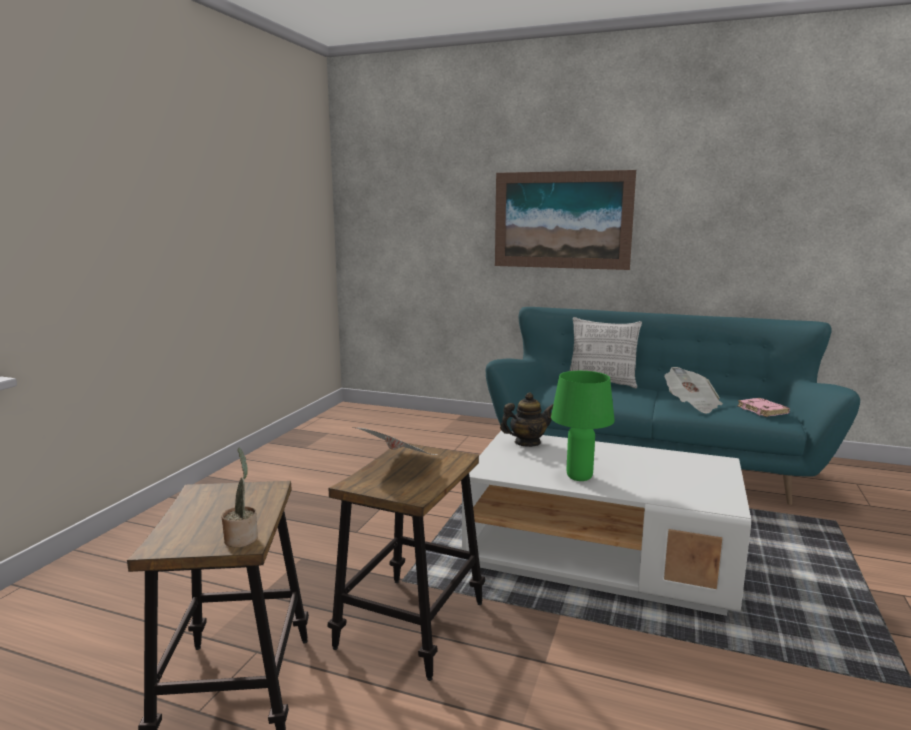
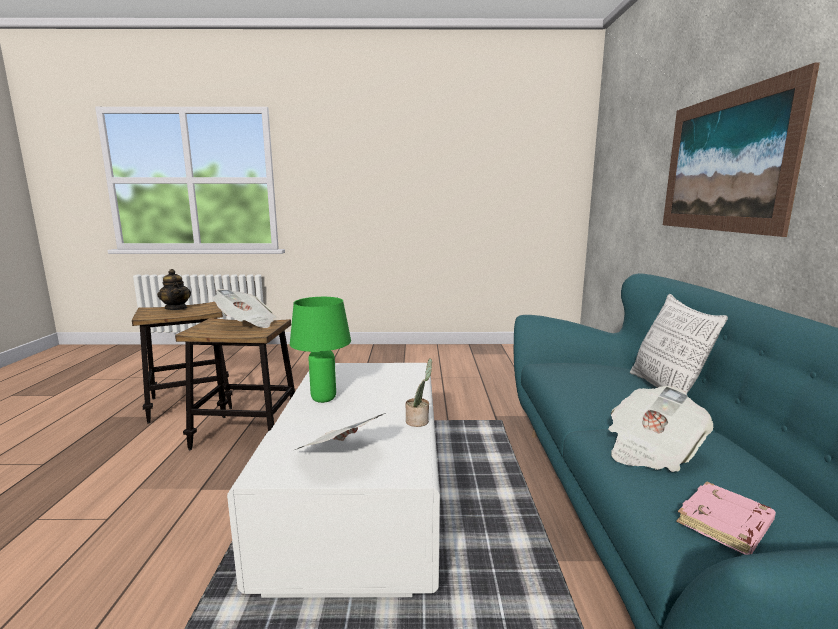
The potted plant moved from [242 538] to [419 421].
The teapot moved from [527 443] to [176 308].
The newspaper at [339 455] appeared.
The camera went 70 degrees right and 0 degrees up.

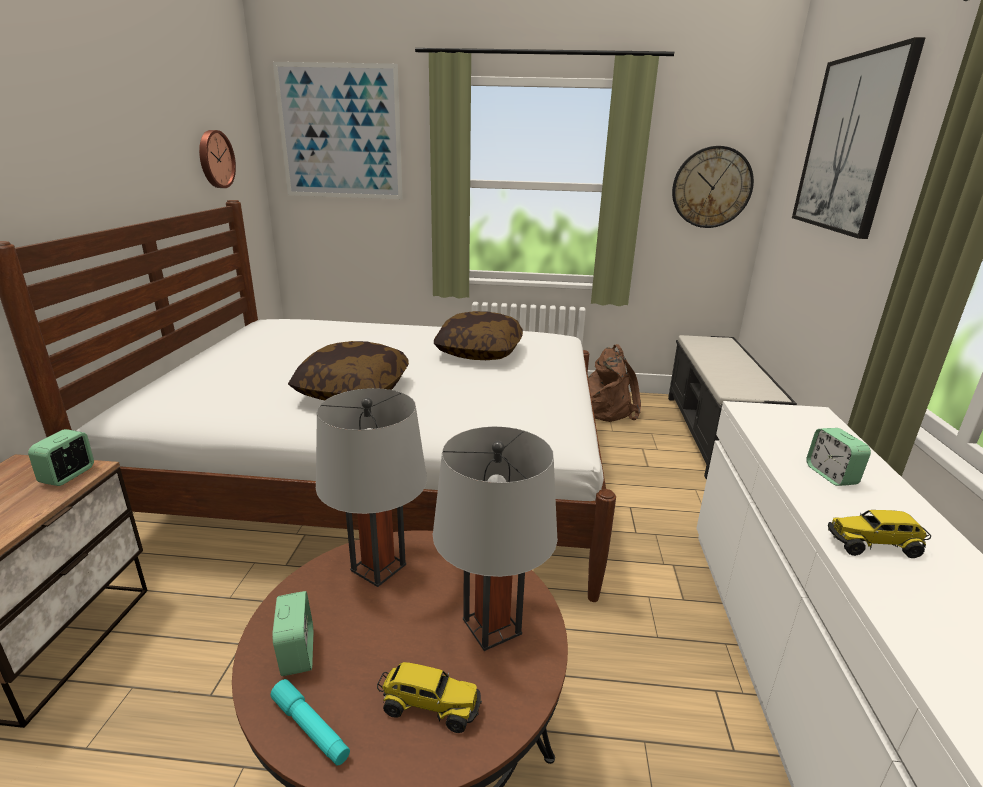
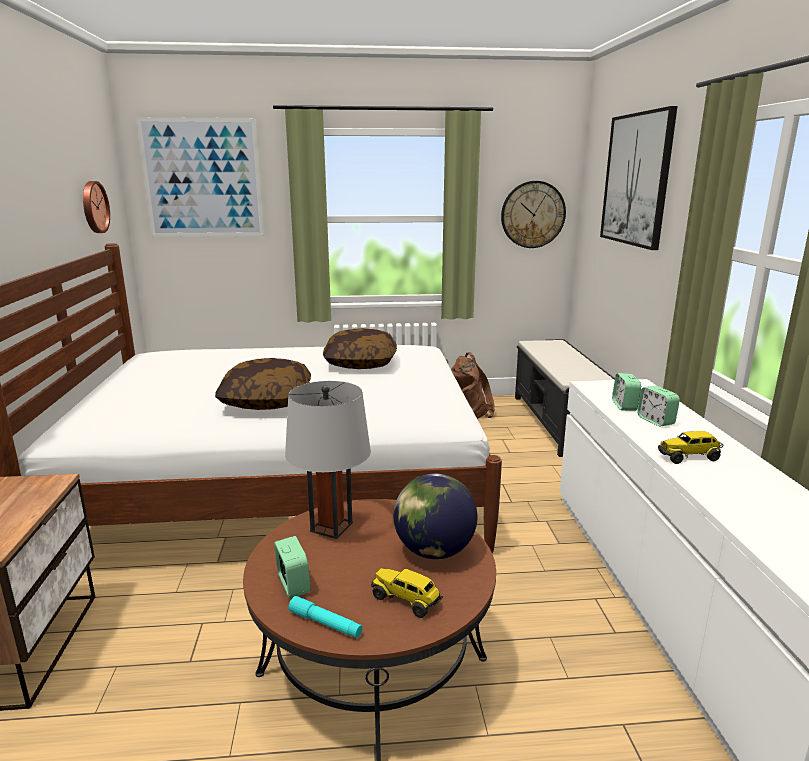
The alarm clock moved from [68 475] to [624 406].
The toy truck at [429 706] turned 150 degrees counterclockwise.
The grey table lamp at [491 626] was replaced by the globe at [434 551].
The camera went 10 degrees left and 5 degrees down.

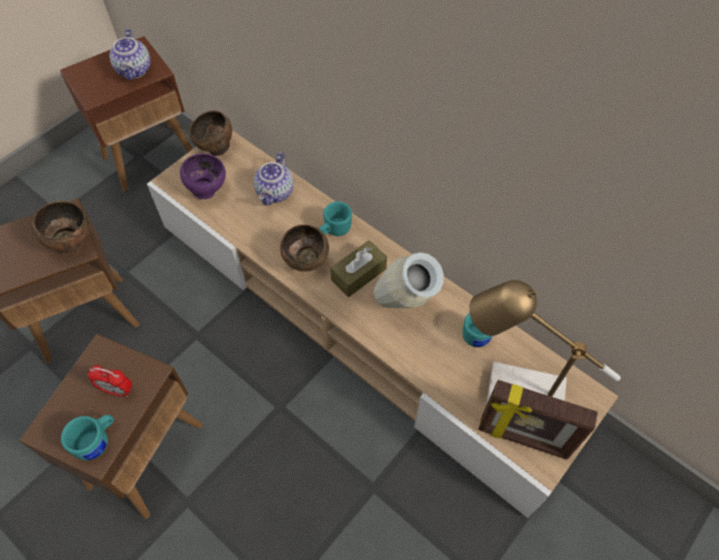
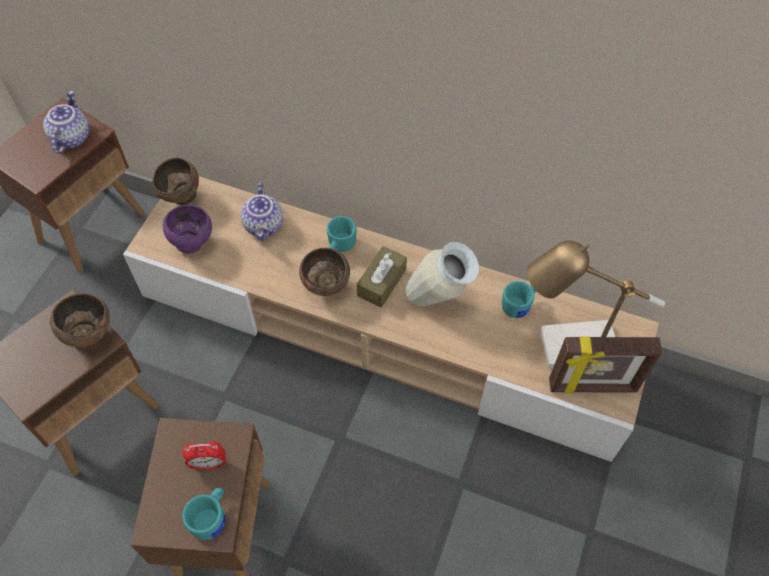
The teapot at [135 70] turned 150 degrees counterclockwise.
The camera went 20 degrees left and 0 degrees up.

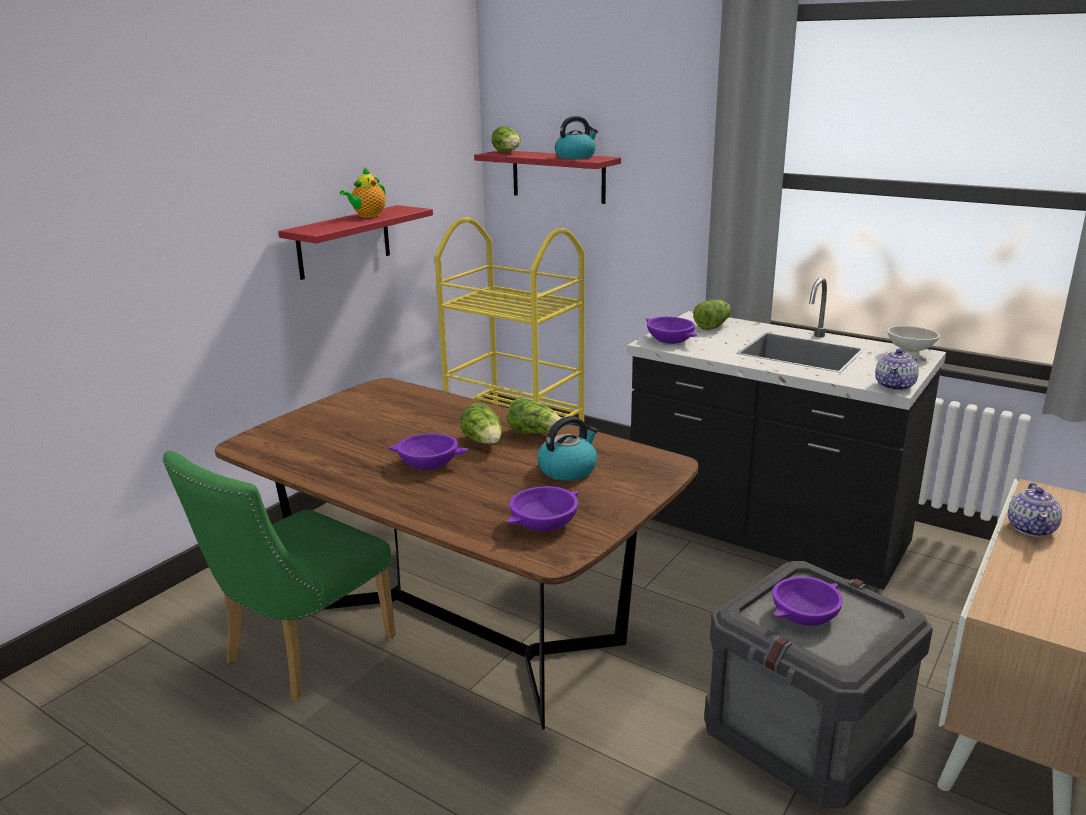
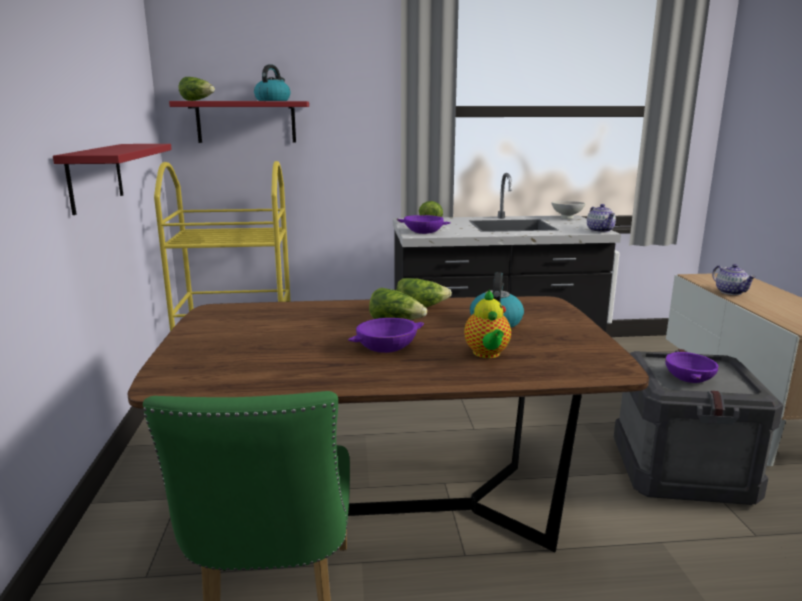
The teapot moved from [367 216] to [487 354].
The purple bowl at [543 522] disappeared.
The camera went 40 degrees left and 5 degrees down.

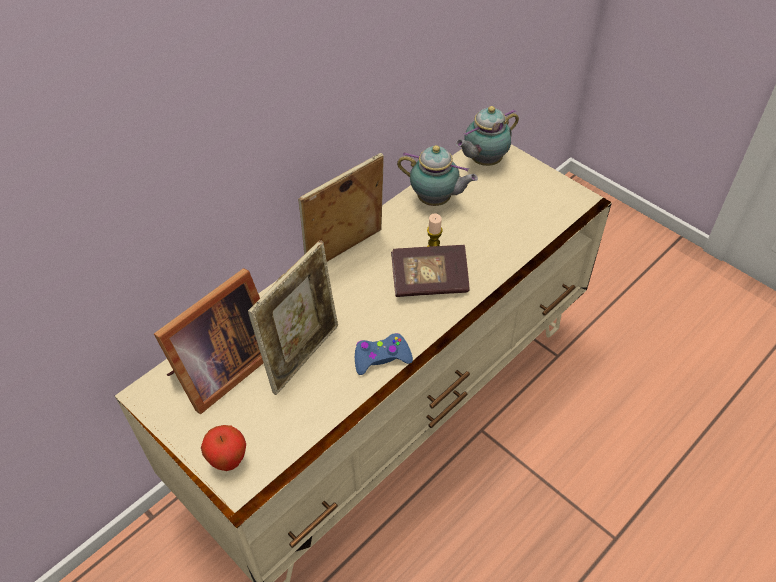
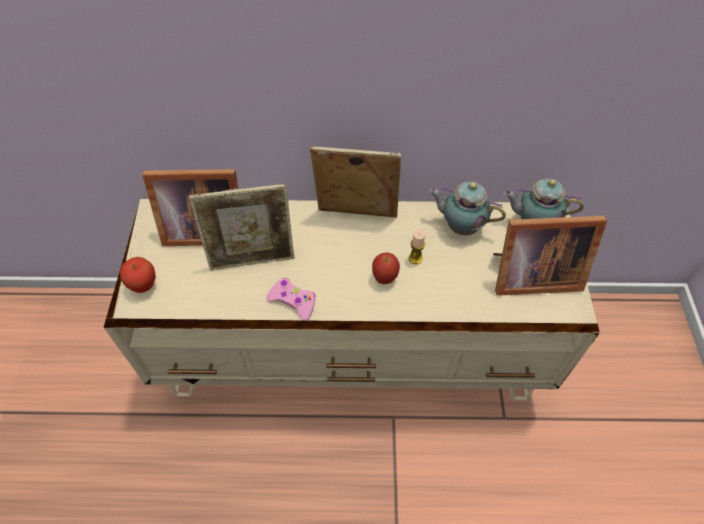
The blue game controller at [381 358] became the pink game controller at [293 301].
The book at [429 282] was replaced by the apple at [384 278].
The teapot at [436 201] turned 135 degrees clockwise.
The picture frame at [530 275] appeared.
The camera went 45 degrees right and 5 degrees up.

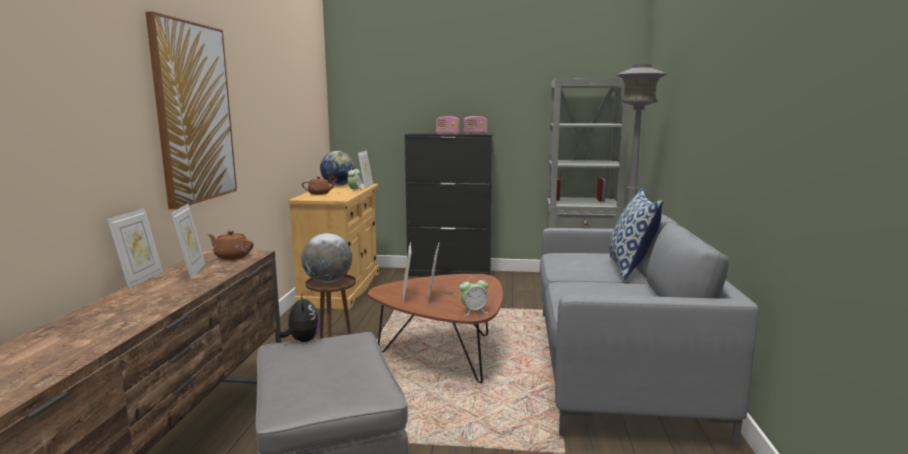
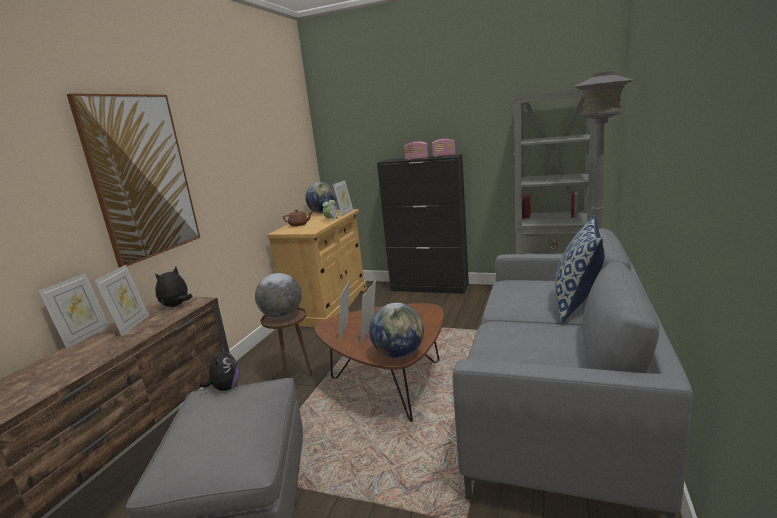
The brown teapot at [231 256] was replaced by the plush toy at [176 306].
The alarm clock at [474 311] was replaced by the globe at [399 354].
The camera went 15 degrees right and 5 degrees up.

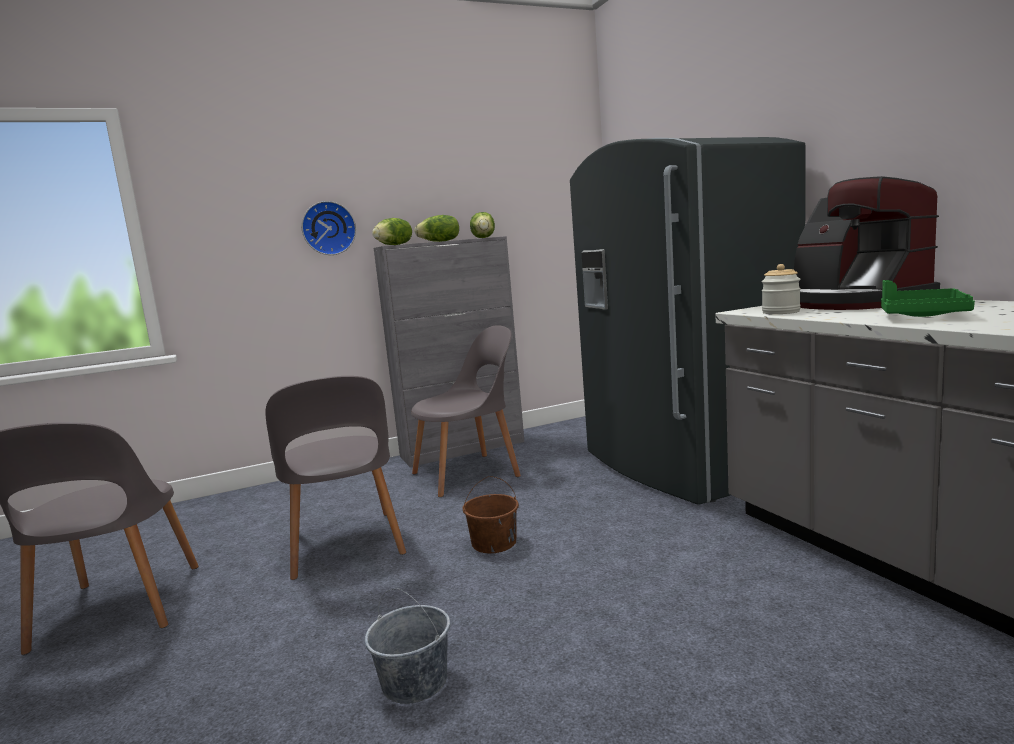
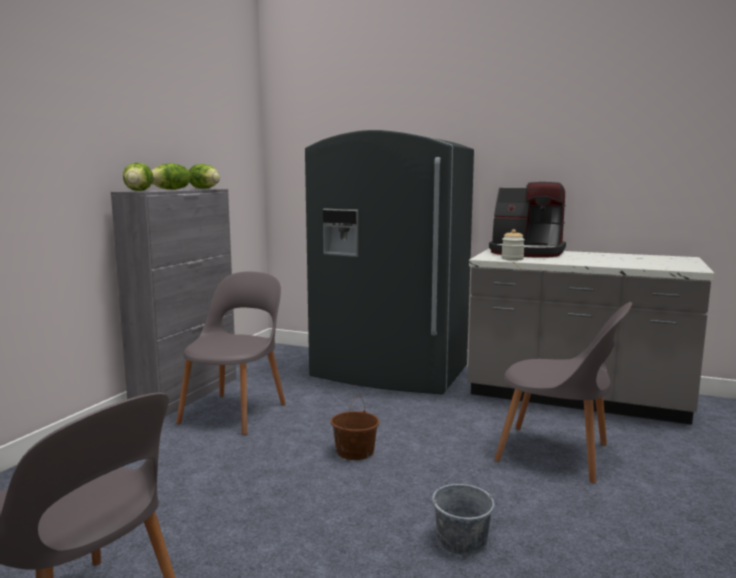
The grey chair moved from [345 546] to [558 454].
The wall clock at [328 228] disappeared.
The green tray at [921 315] disappeared.
The camera went 45 degrees left and 0 degrees up.

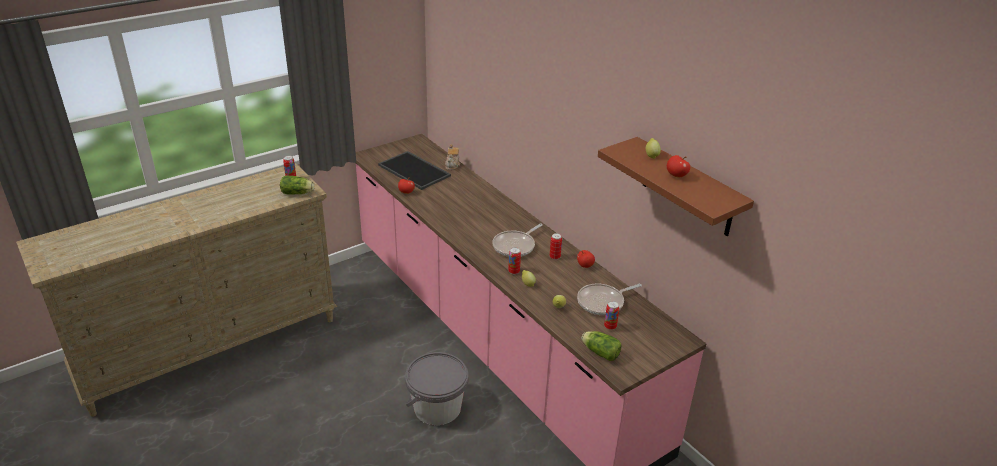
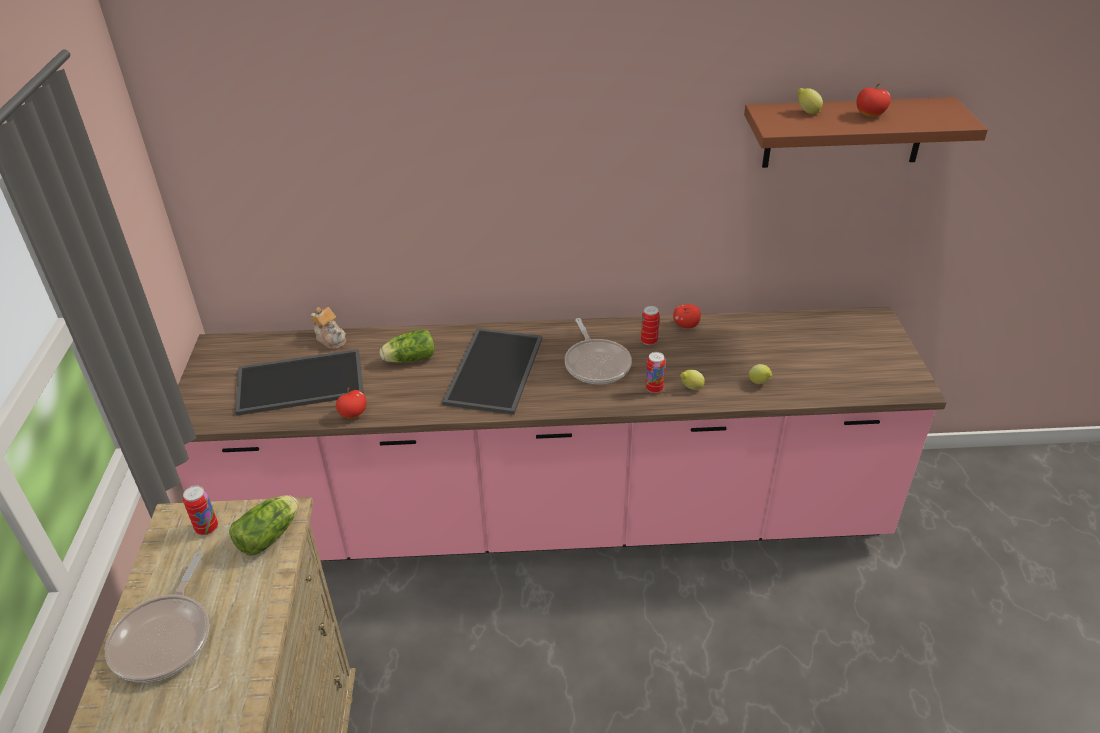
The grey bucket at [437 407] disappeared.
The frying pan moved from [603 302] to [165 637].
The lettuce moved from [599 352] to [408 359].
The can at [610 326] disappeared.
The tray at [492 369] appeared.
The camera went 55 degrees left and 5 degrees up.

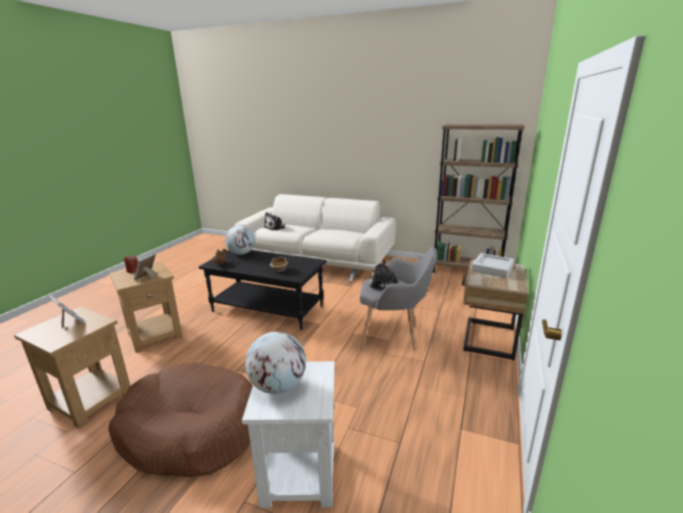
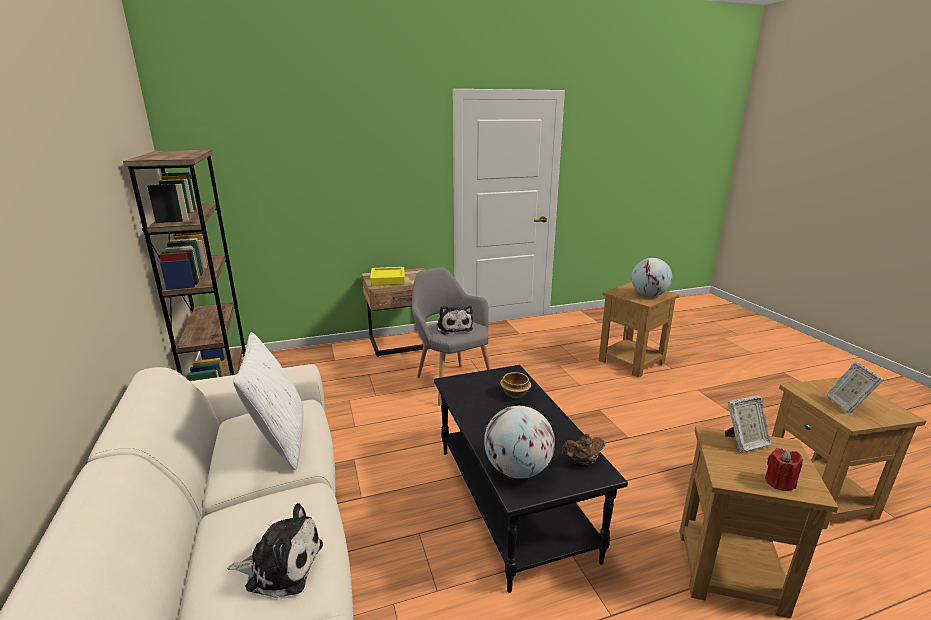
The brown dog bed at [191 430] disappeared.
The white side table at [299 473] became the brown side table at [631 362].
The grey tray at [492 268] became the yellow tray at [388 279].
The white pillow at [280 439] appeared.
The camera went 130 degrees left and 0 degrees up.

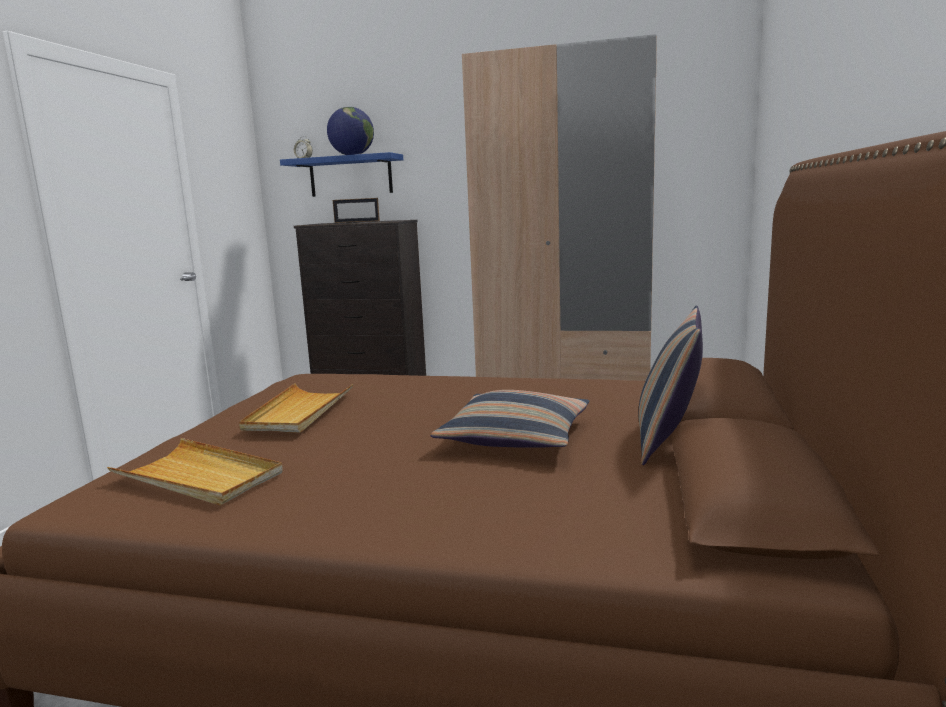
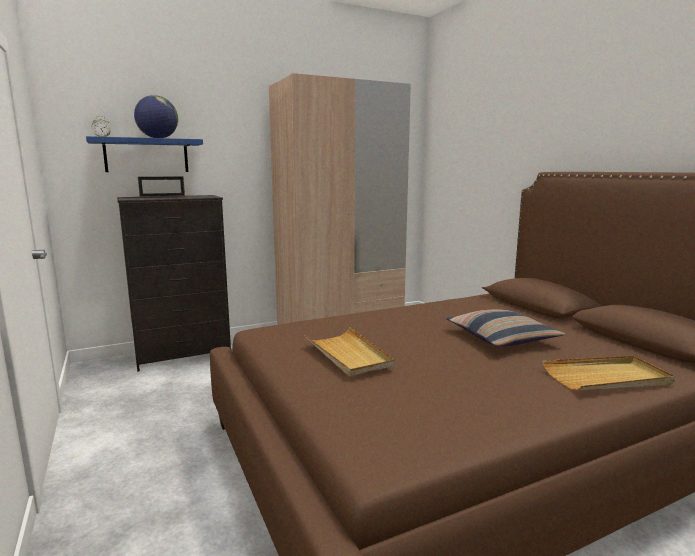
The beige tray moved from [199 477] to [607 378].
The pillow at [668 441] disappeared.
The camera went 40 degrees left and 0 degrees up.

